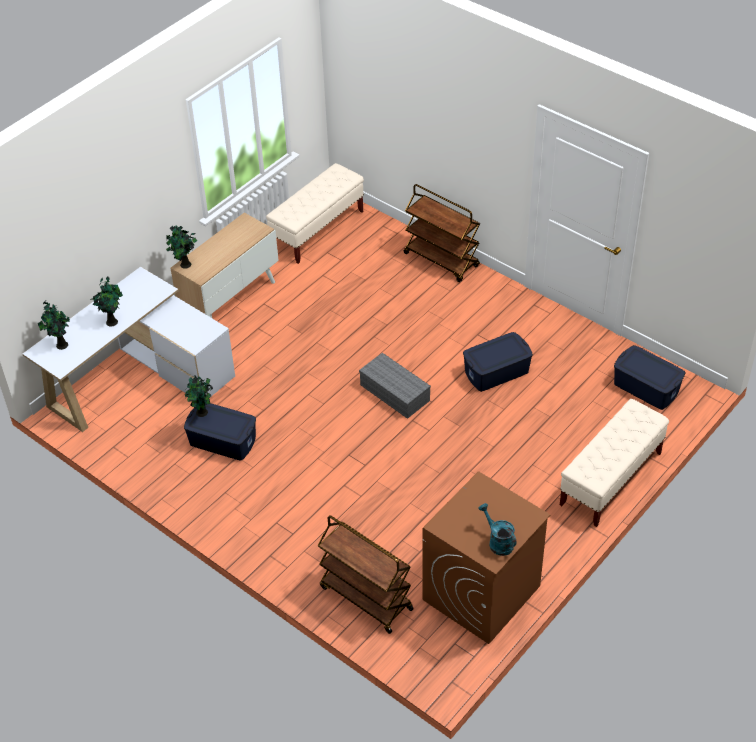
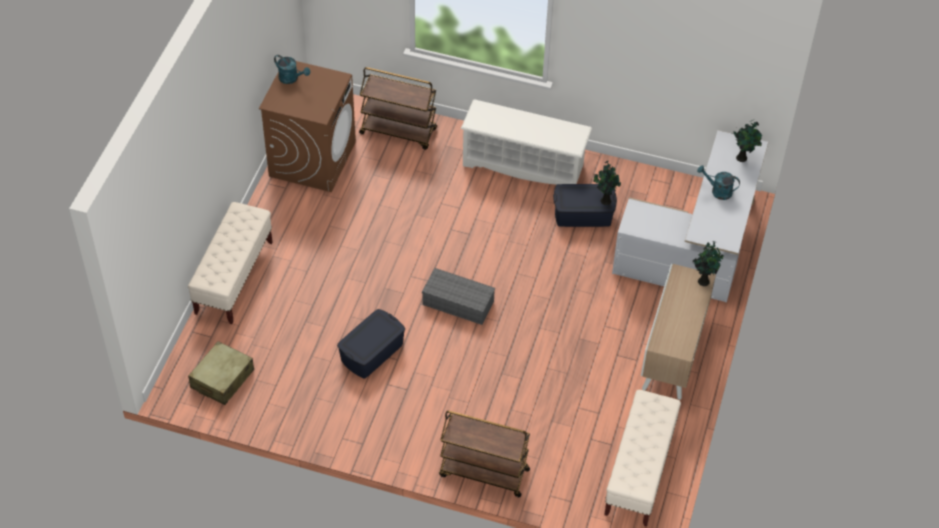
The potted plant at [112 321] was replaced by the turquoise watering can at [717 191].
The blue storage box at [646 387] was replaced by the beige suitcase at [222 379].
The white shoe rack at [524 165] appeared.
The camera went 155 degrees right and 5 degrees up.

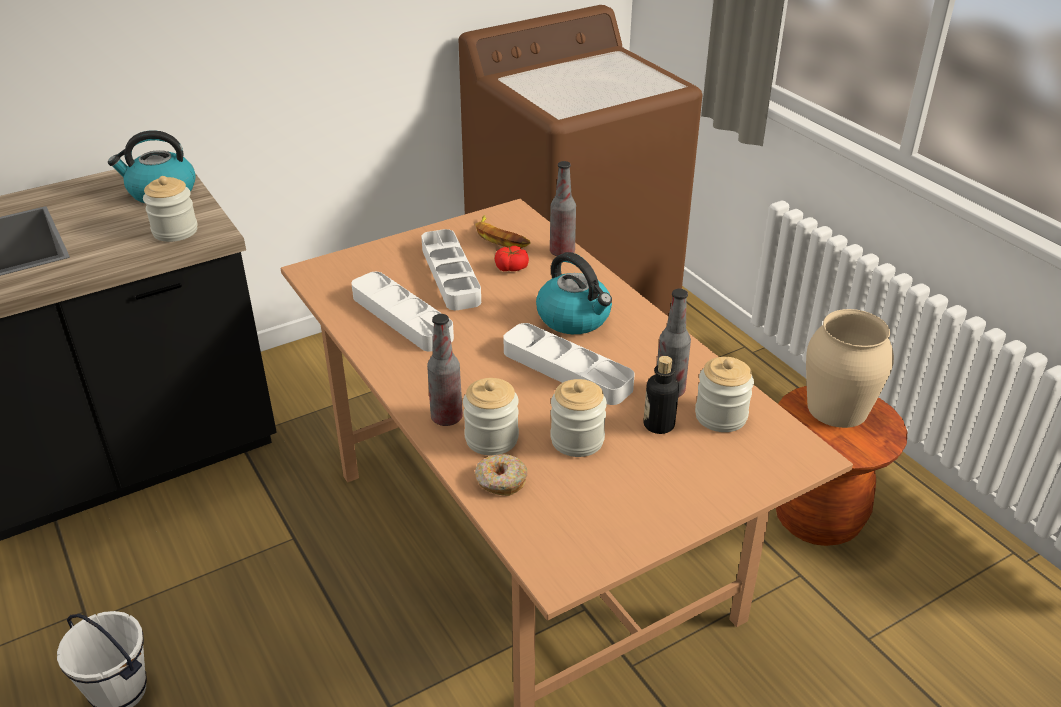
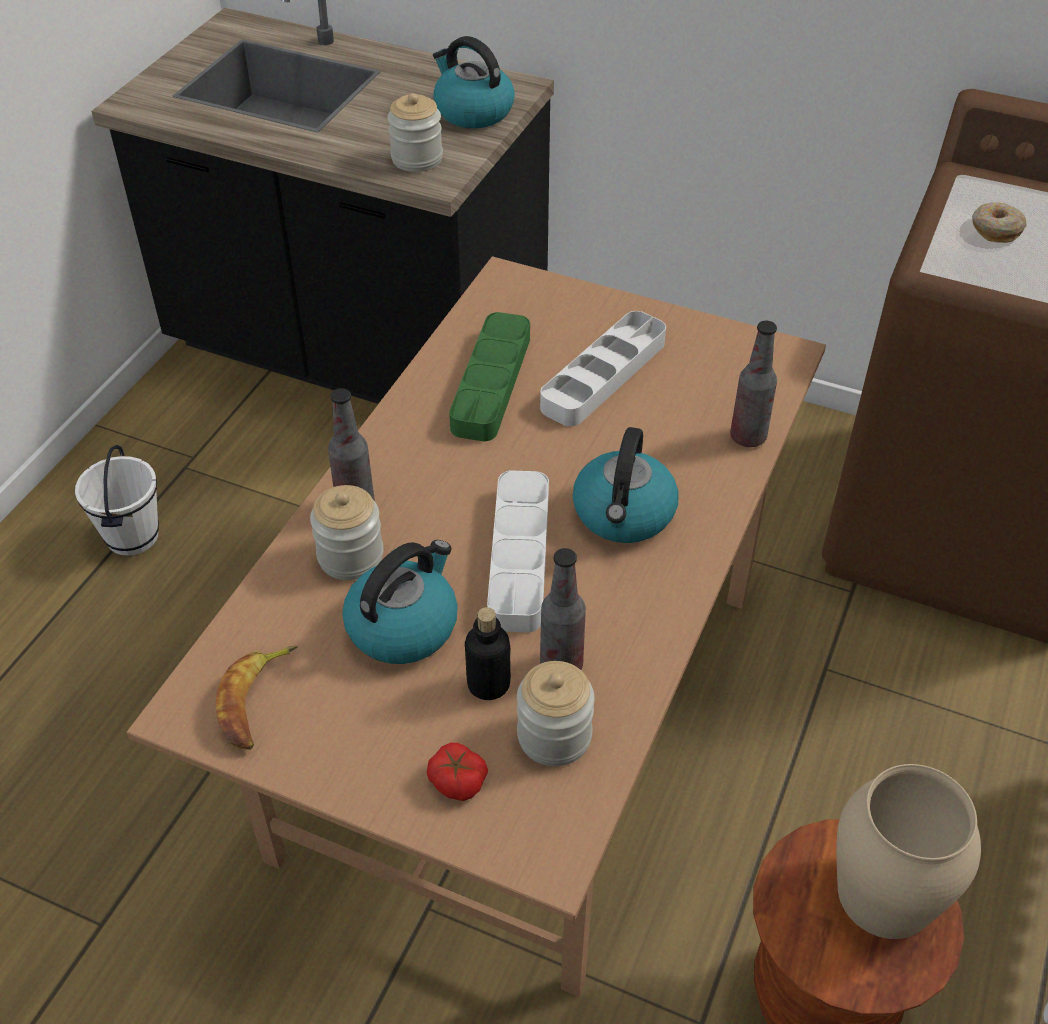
The white tray at [402 317] became the green tray at [491 382].
The banana moved from [501 237] to [257 701].
The donut moved from [500 481] to [995 230].
The tomato moved from [511 267] to [457 781].
The jar at [577 440] was replaced by the kettle at [403 625].
The camera went 55 degrees right and 10 degrees up.

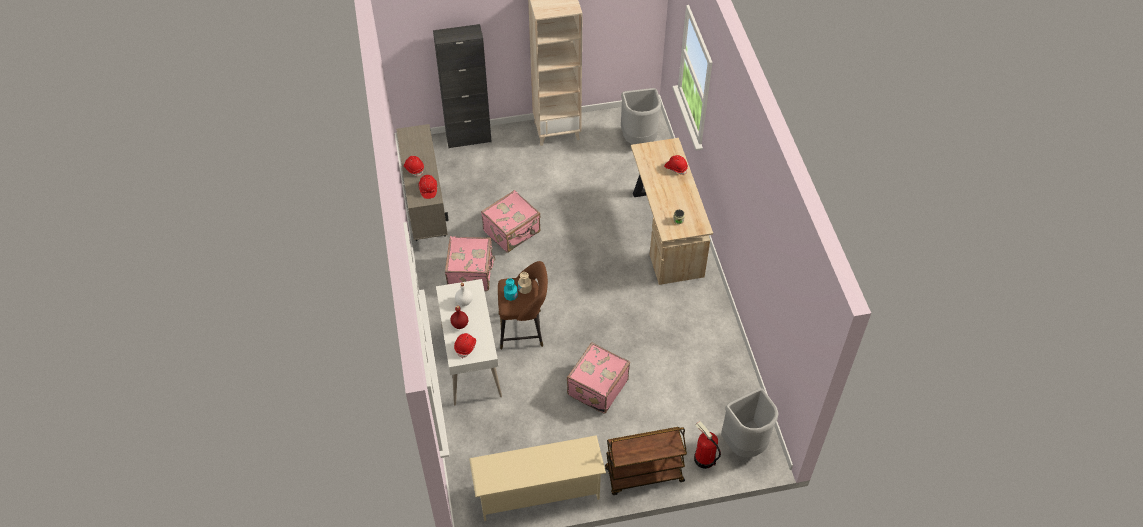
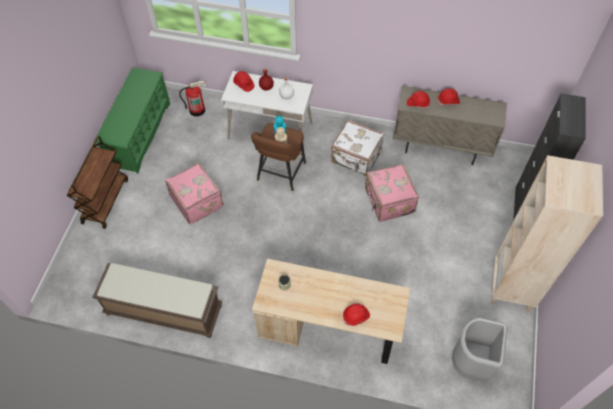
The pink suitcase at [471 273] became the white suitcase at [356 158].
The beige shoe rack at [538 492] became the green shoe rack at [140 134].
The fire extinguisher moved from [704 459] to [197 110].
The grey trash can at [745 444] disappeared.
The brown bench at [163 310] appeared.
The camera went 115 degrees right and 5 degrees up.

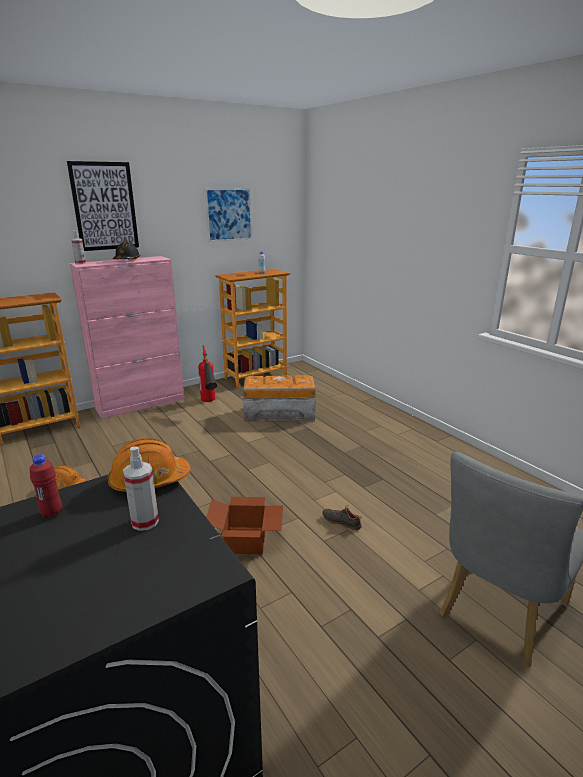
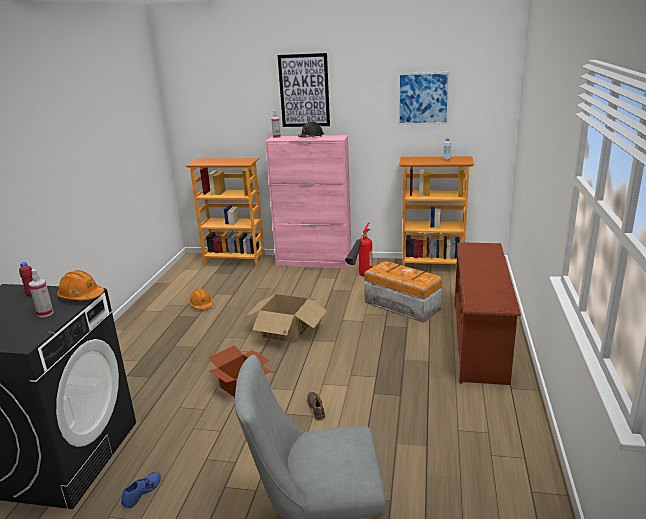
The blue shoe at [141 492] appeared.
The cardboard box at [286 330] appeared.
The brown shoe rack at [480 340] appeared.
The camera went 45 degrees right and 0 degrees up.

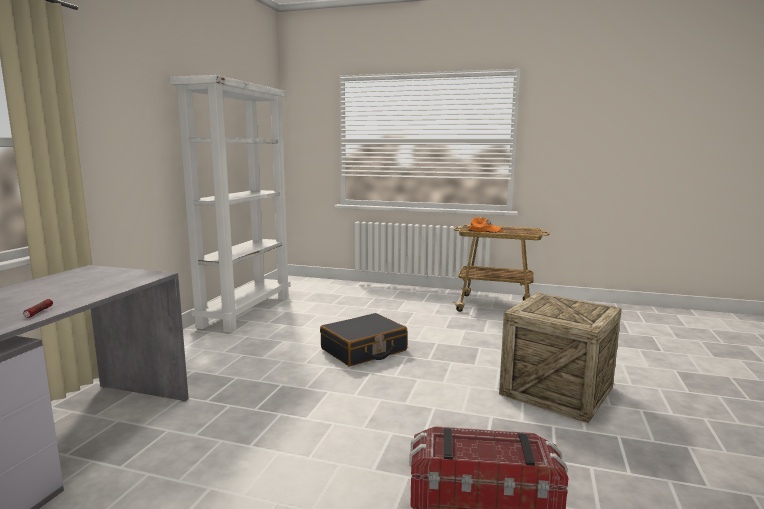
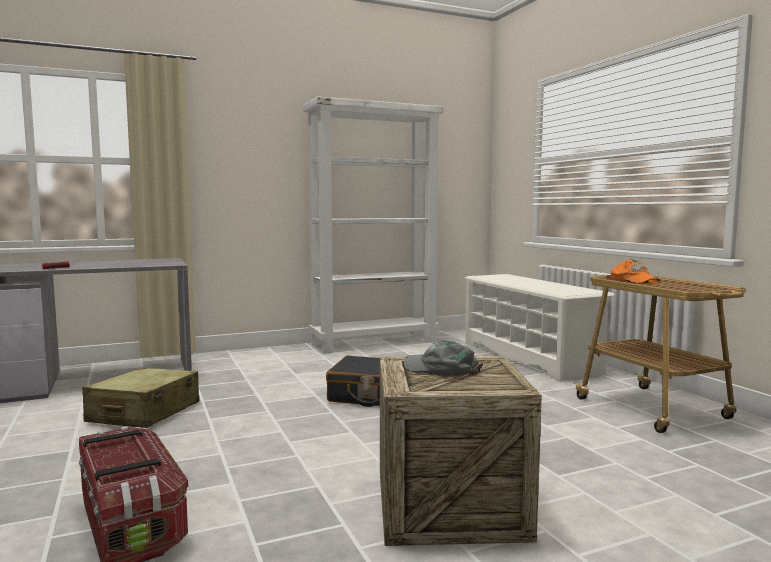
The beige suitcase at [144 413] appeared.
The grey cap at [442 369] appeared.
The white shoe rack at [529 357] appeared.
The camera went 50 degrees right and 5 degrees down.

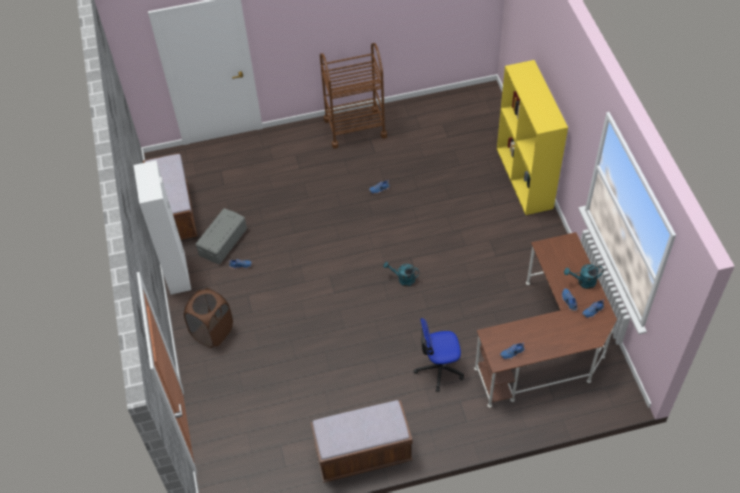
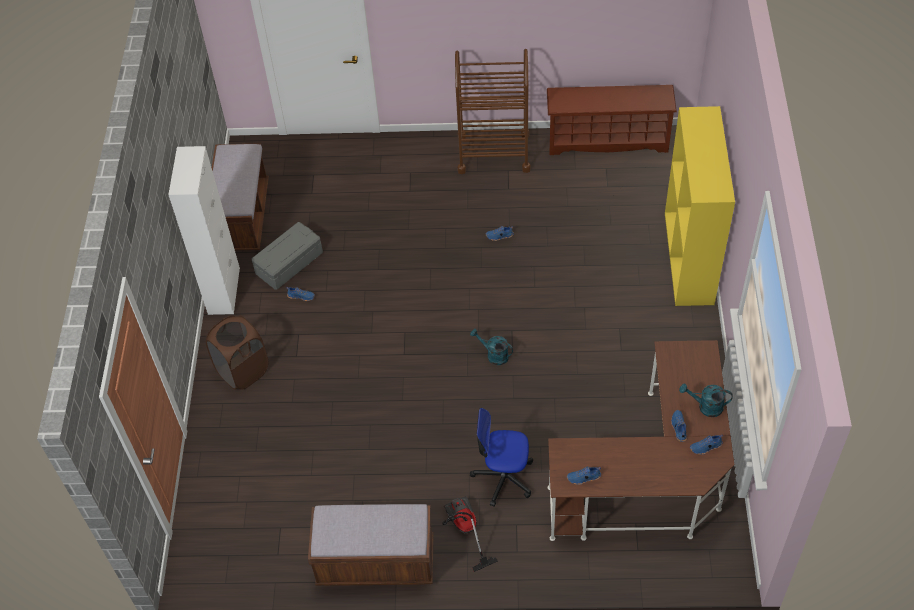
The vacuum cleaner at [464 530] appeared.
The brown shoe rack at [608 140] appeared.
The camera went 15 degrees right and 0 degrees up.

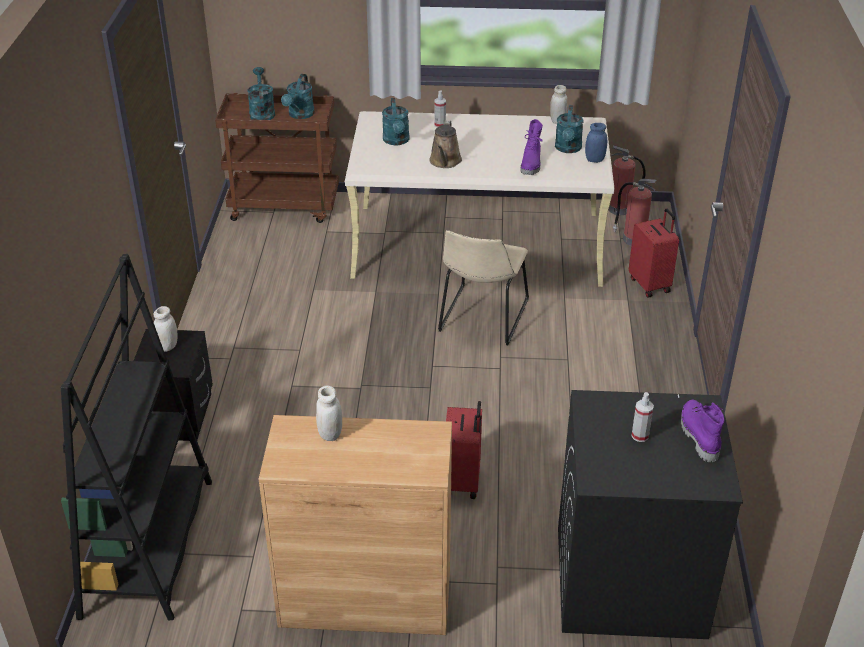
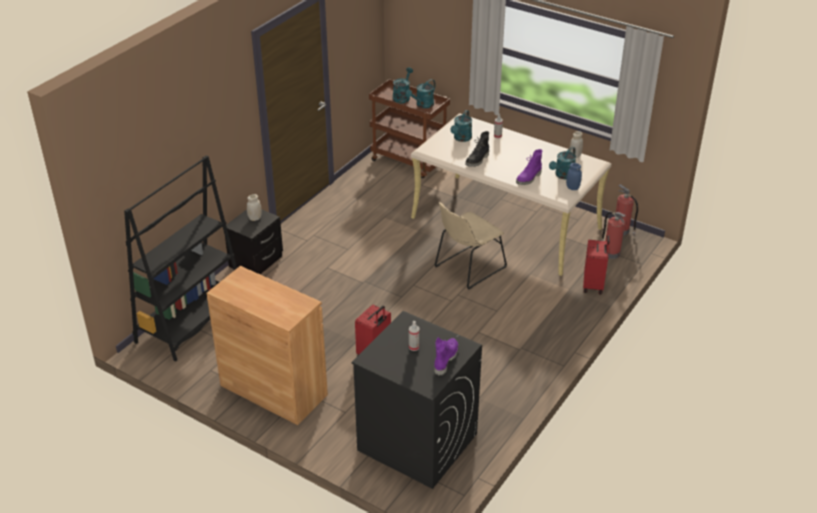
The white jar at [330 434] disappeared.
The brown watering can at [445 162] was replaced by the black boot at [477 160].
The camera went 30 degrees right and 0 degrees up.

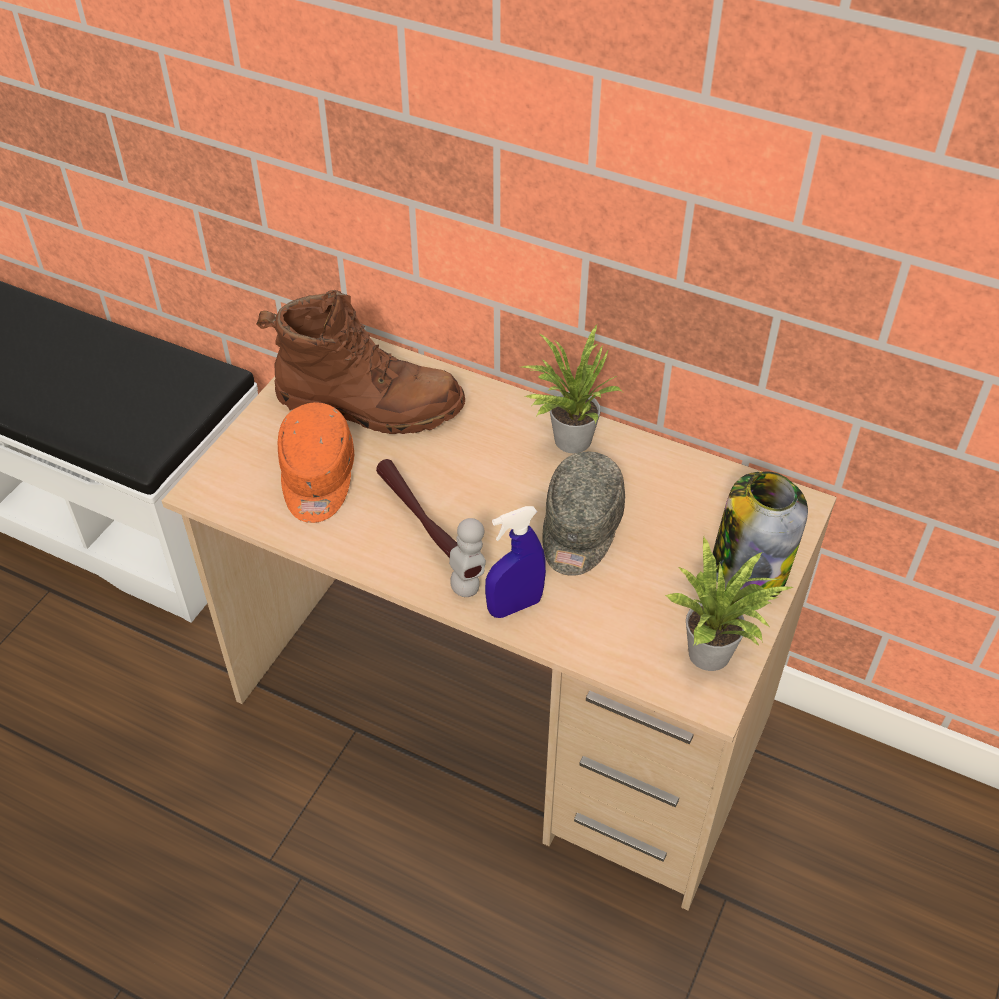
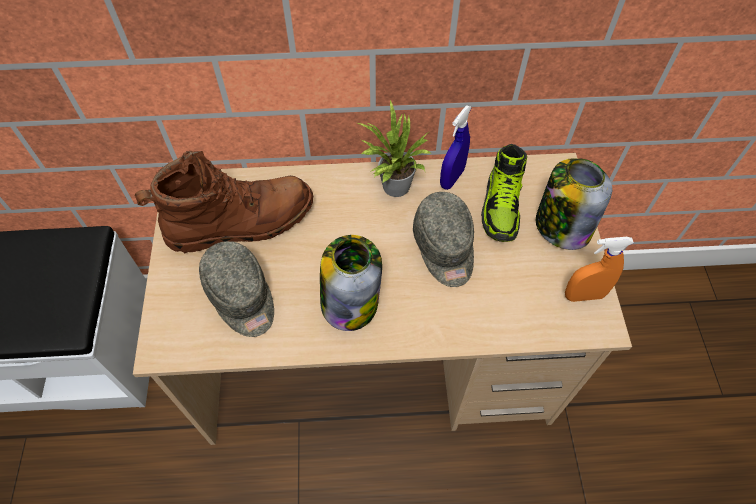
The orange cap at [317 478] became the grey cap at [241 297].
The hammer at [429 534] was replaced by the jar at [350 301].
The blue spray bottle moved from [515 606] to [452 178].
The potted plant at [715 655] was replaced by the orange spray bottle at [584 295].
The shoe at [501 207] appeared.
The camera went 30 degrees left and 10 degrees up.

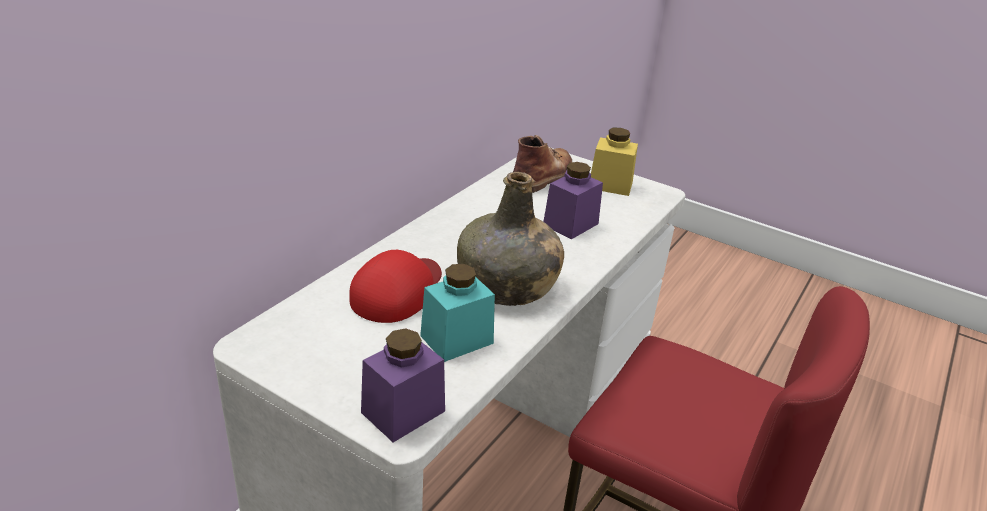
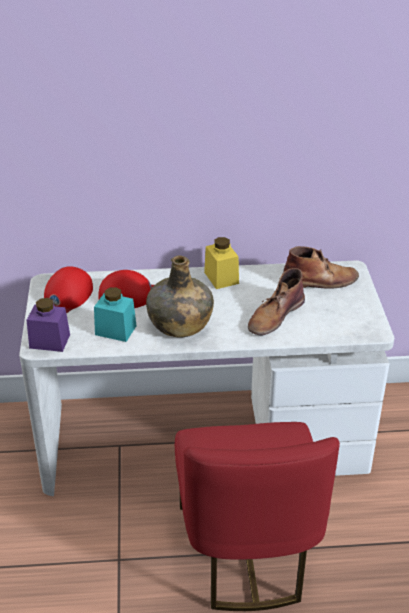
The purple jar at [570 224] was replaced by the brown boot at [275 315].
The yellow jar moved from [610 185] to [221 278].
The red cap at [65 297] appeared.
The camera went 55 degrees right and 5 degrees up.

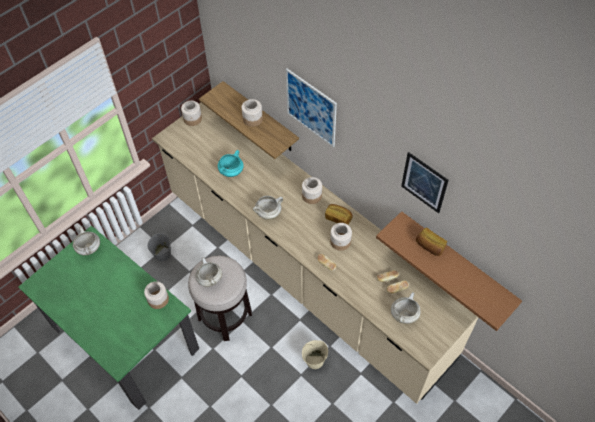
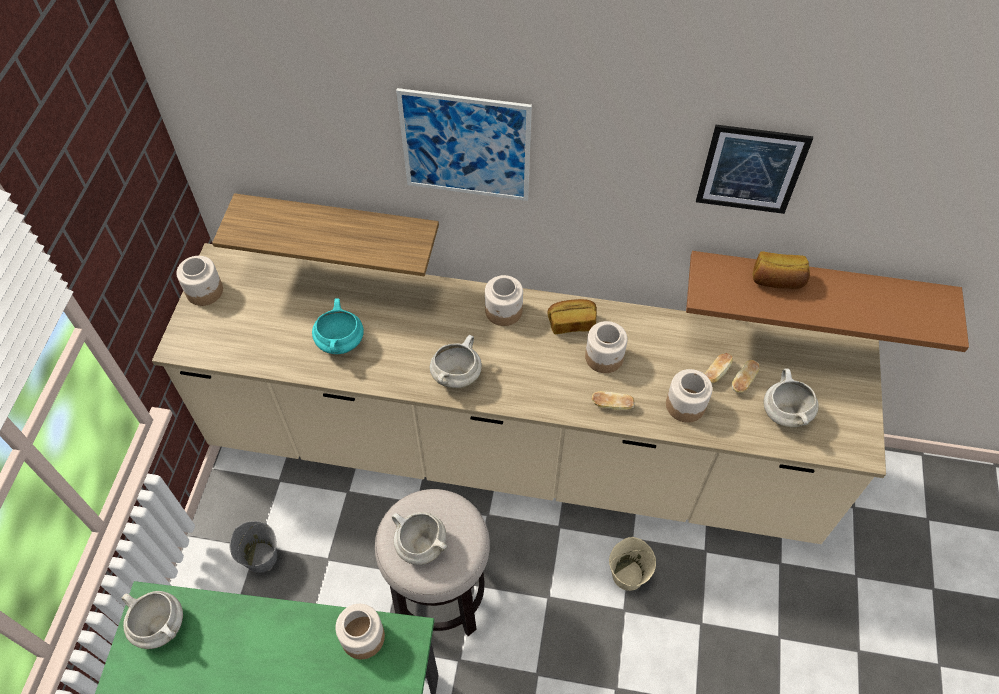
The jar moved from [253 119] to [685 404].
The camera went 35 degrees left and 0 degrees up.

